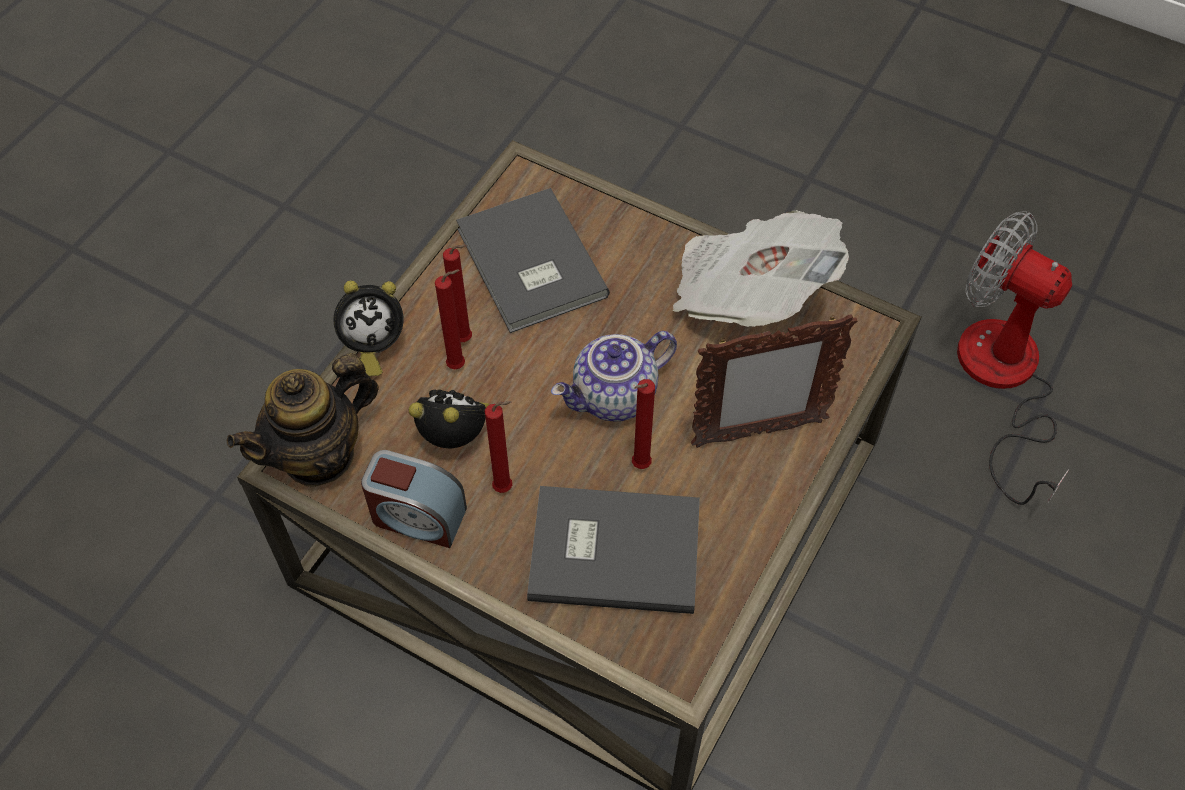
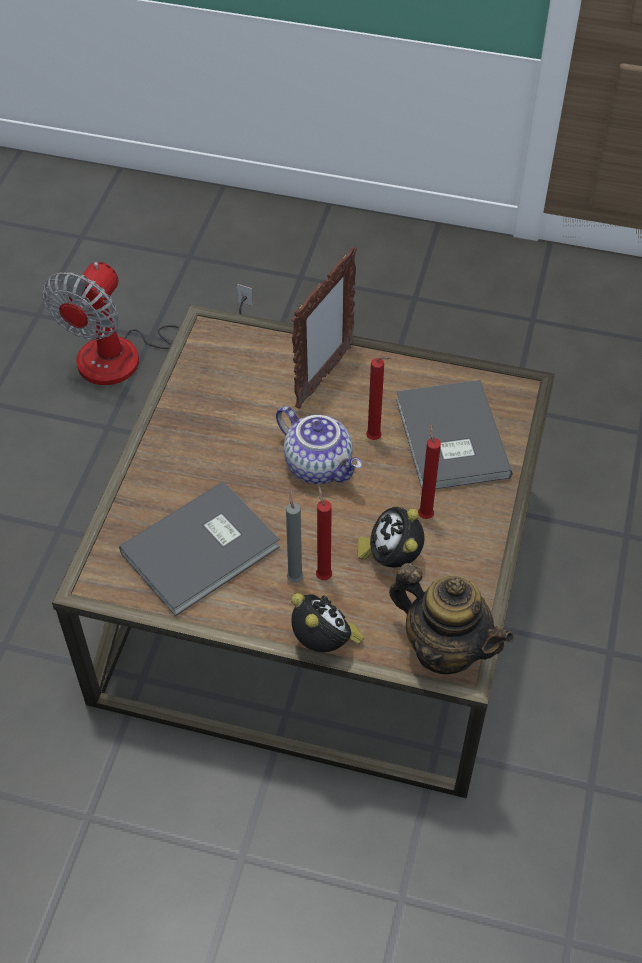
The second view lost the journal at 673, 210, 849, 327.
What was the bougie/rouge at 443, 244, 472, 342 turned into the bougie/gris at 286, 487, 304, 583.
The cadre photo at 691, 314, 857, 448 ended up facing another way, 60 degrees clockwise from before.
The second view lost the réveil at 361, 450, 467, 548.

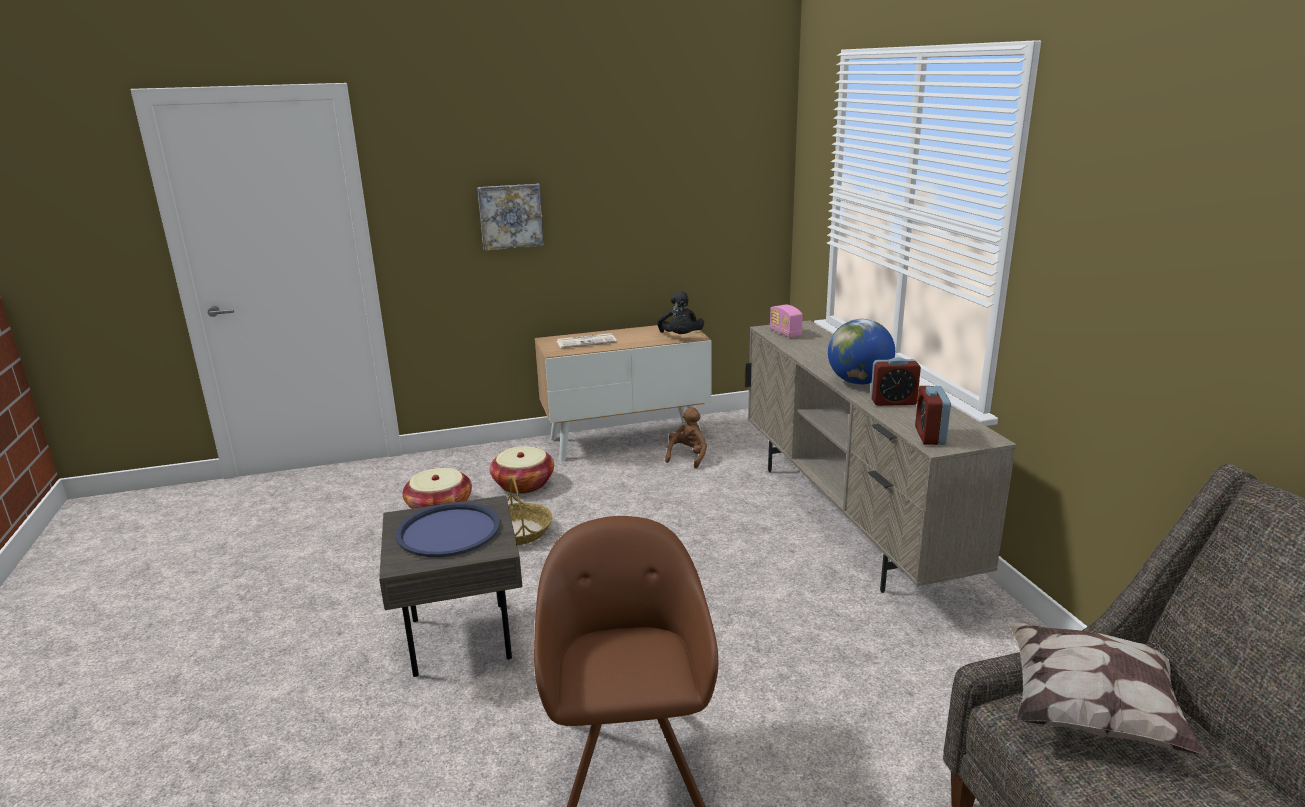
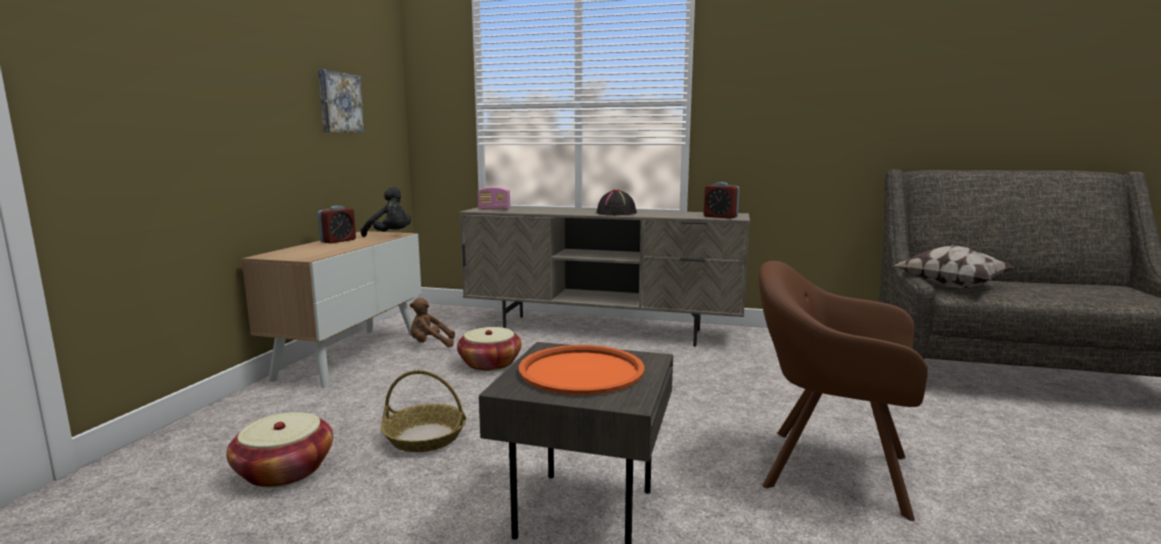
The tableau ended up elsewhere, having gone from 477, 184, 544, 251 to 318, 69, 365, 133.
Where the globe stood at 828, 319, 895, 385, the chapeau/noir came to stand at 597, 189, 637, 216.
The second view lost the journal at 556, 333, 617, 348.
The réveil ended up elsewhere, having gone from 870, 357, 921, 406 to 318, 206, 356, 244.
The peluche/marron at 665, 407, 707, 468 ended up facing another way, 60 degrees counterclockwise from before.
The panier ended up elsewhere, having gone from 490, 446, 554, 494 to 457, 327, 522, 371.
What was the plateau/bleu at 396, 502, 500, 557 turned into the plateau/orange at 519, 345, 644, 395.

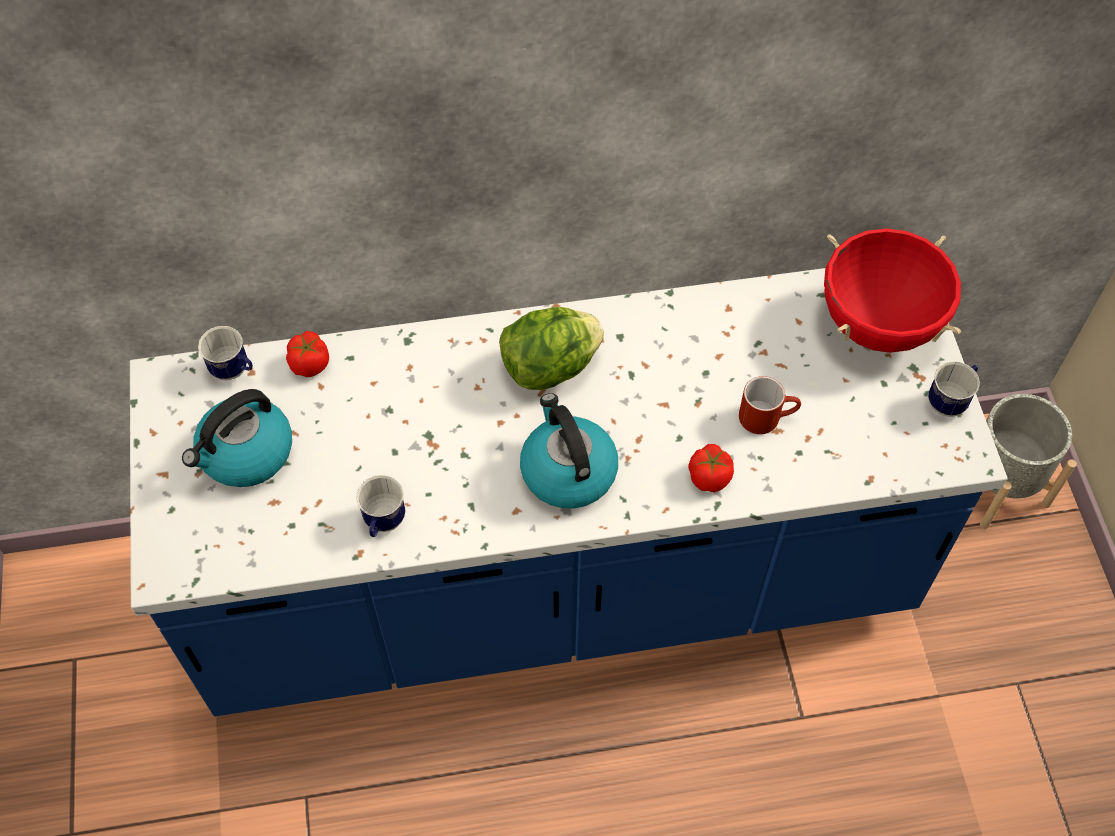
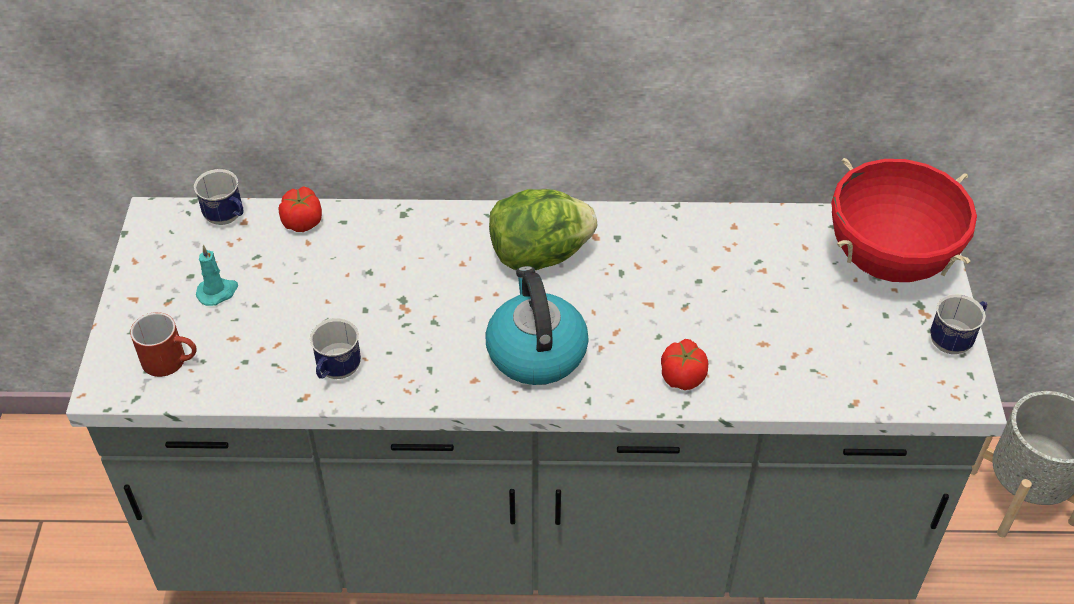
What was the comptoir de cuisine/bleu at 130, 268, 1008, 716 turned into the comptoir de cuisine/gris at 66, 197, 1007, 599.
The mug/rouge ended up elsewhere, having gone from 739, 376, 801, 434 to 130, 312, 197, 377.
Where the bouilloire stood at 182, 389, 292, 487, the bougie/turquoise came to stand at 196, 245, 238, 306.

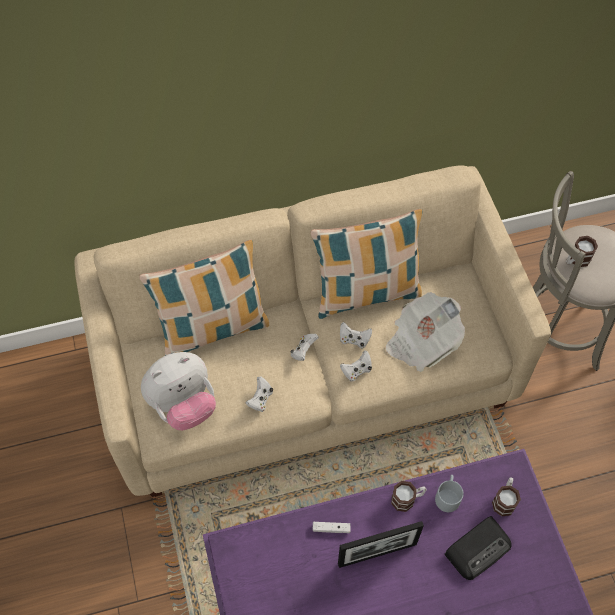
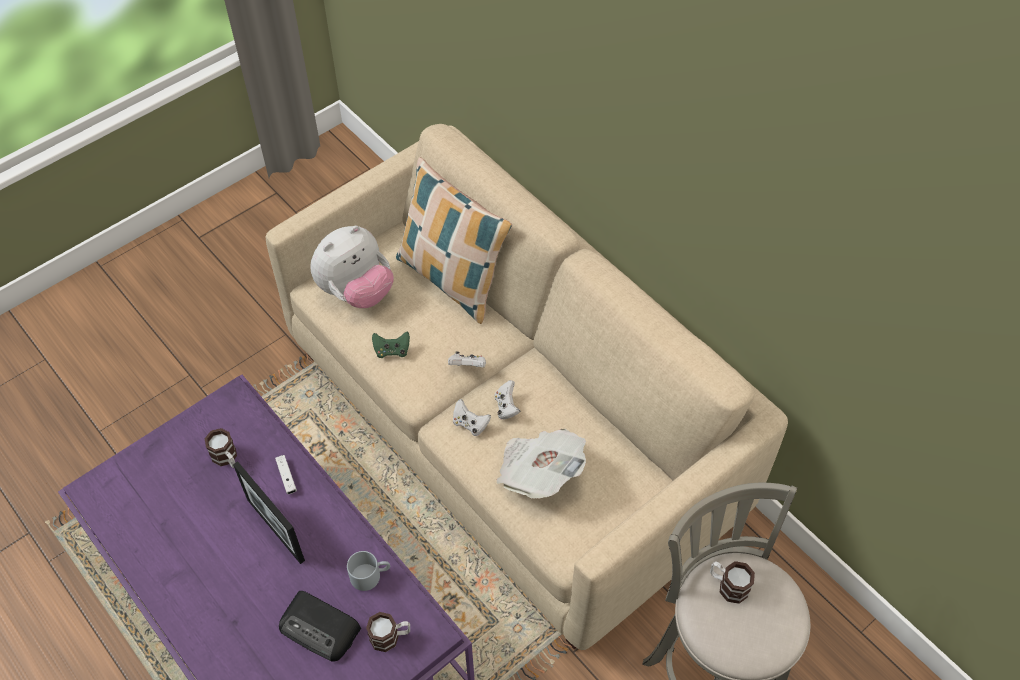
The second view lost the coussin at 311, 209, 423, 319.
The peluche at 141, 352, 216, 430 ended up facing another way, 75 degrees counterclockwise from before.
What was the manette/blanc at 245, 376, 273, 412 turned into the manette/vert at 372, 332, 410, 358.
The mug ended up elsewhere, having gone from 391, 481, 426, 512 to 205, 428, 237, 468.

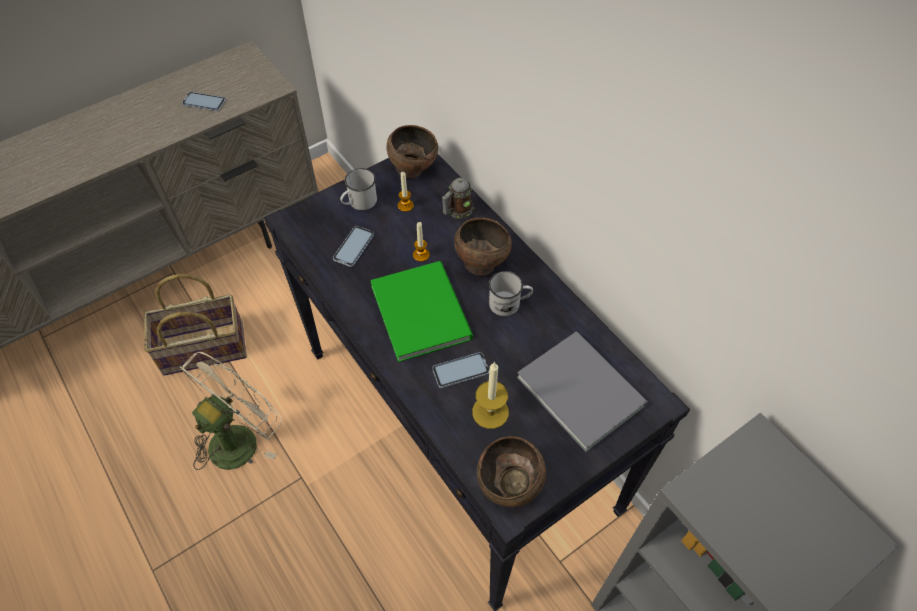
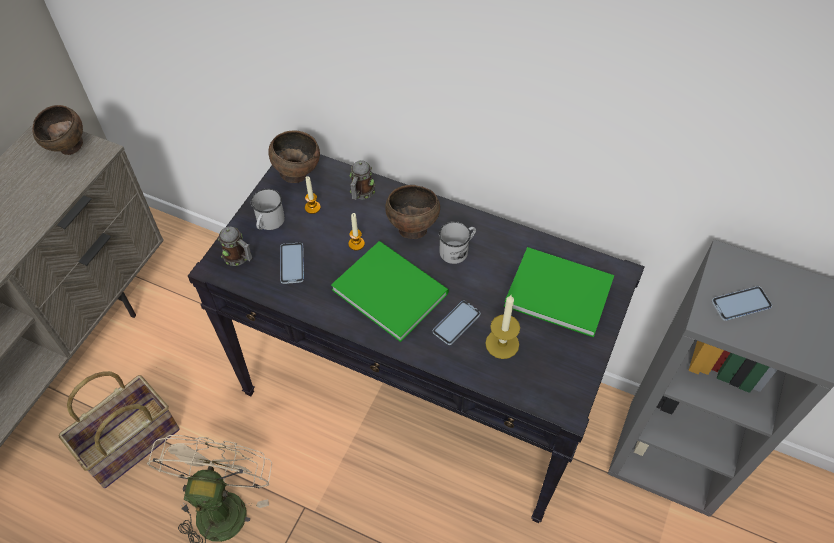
The téléphone ended up elsewhere, having gone from 182, 92, 226, 111 to 712, 286, 772, 321.
What was the livre/gris at 517, 331, 648, 452 turned into the livre/vert at 504, 247, 614, 337.
The bol/marron ended up elsewhere, having gone from 477, 436, 546, 507 to 32, 105, 83, 155.
The second view gained the mug at 218, 226, 252, 266.

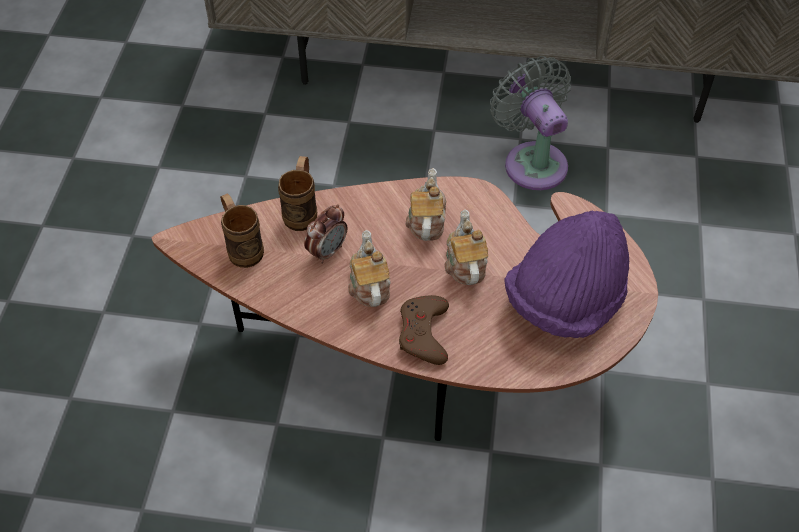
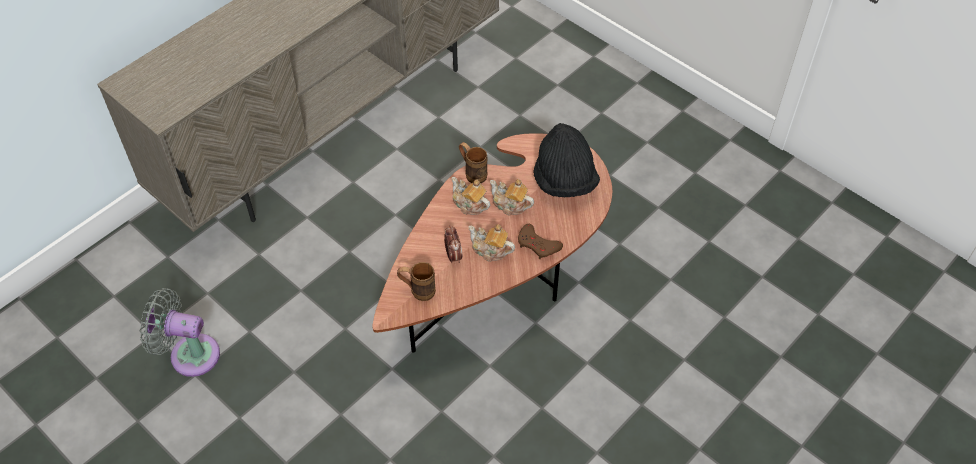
The ventilateur/gris ended up elsewhere, having gone from 490, 56, 571, 190 to 140, 288, 220, 377.
The mug/marron ended up elsewhere, having gone from 278, 156, 317, 231 to 459, 142, 487, 183.
What was the chapeau/violet at 504, 211, 629, 338 turned into the chapeau/noir at 533, 123, 600, 197.

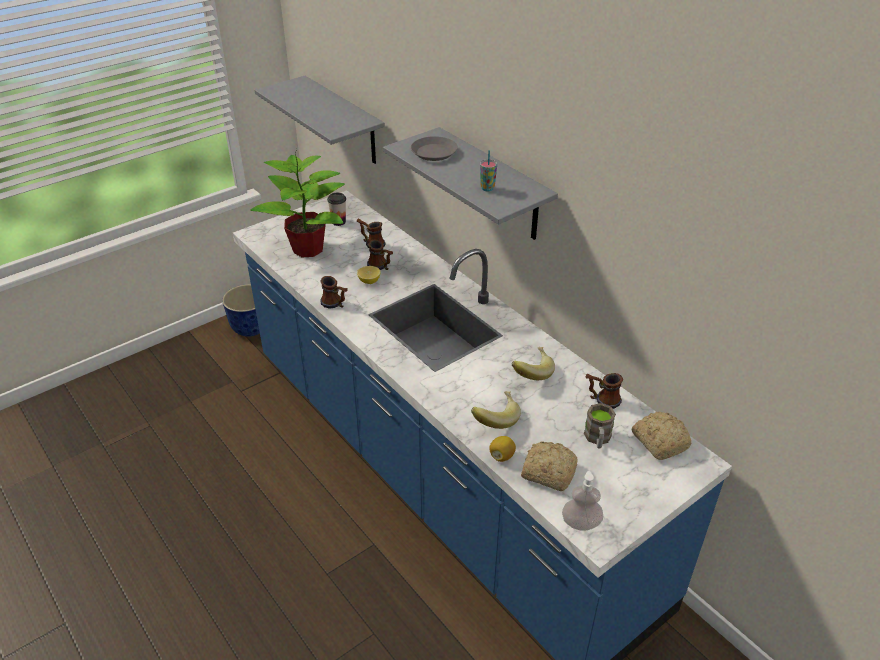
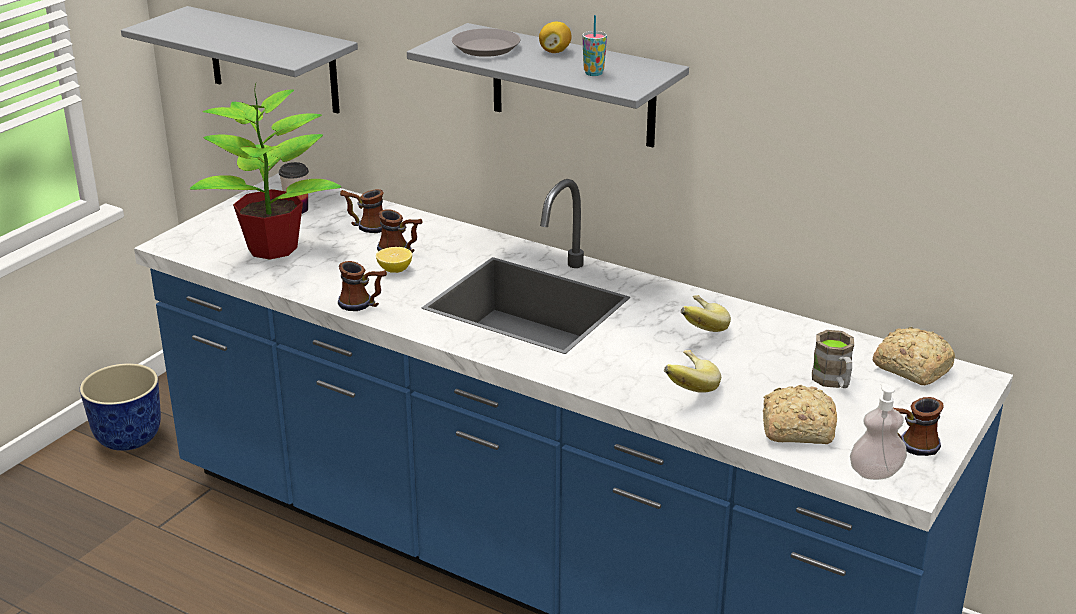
The mug ended up elsewhere, having gone from 585, 373, 623, 409 to 893, 397, 944, 456.
The citron ended up elsewhere, having gone from 489, 436, 516, 462 to 539, 22, 571, 53.

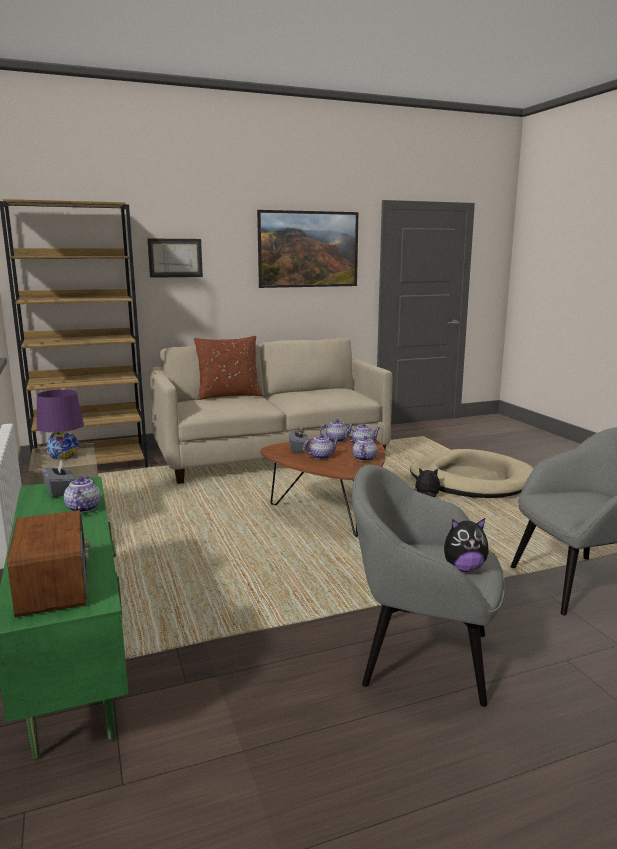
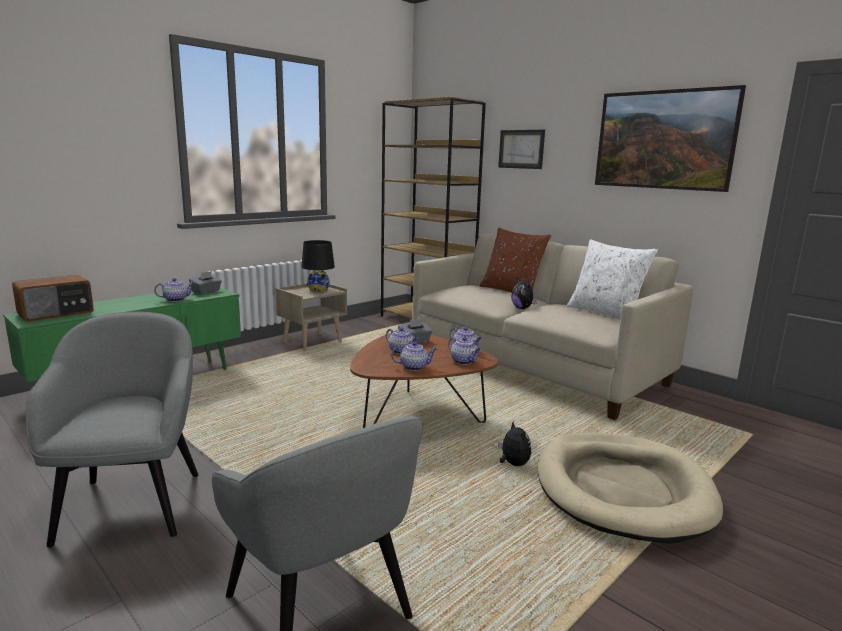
What was the lampe de table/violet at 37, 389, 84, 460 turned into the lampe de table/noir at 301, 240, 335, 292.
The peluche ended up elsewhere, having gone from 444, 518, 489, 572 to 511, 278, 537, 309.
The second view gained the coussin/blanc at 567, 239, 658, 320.

